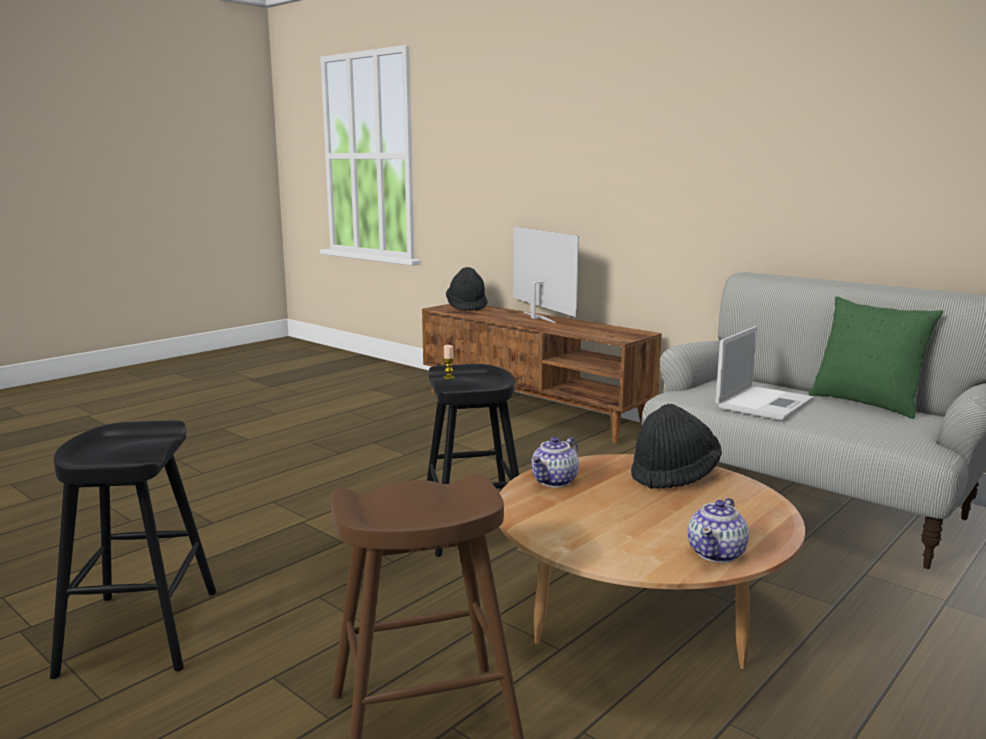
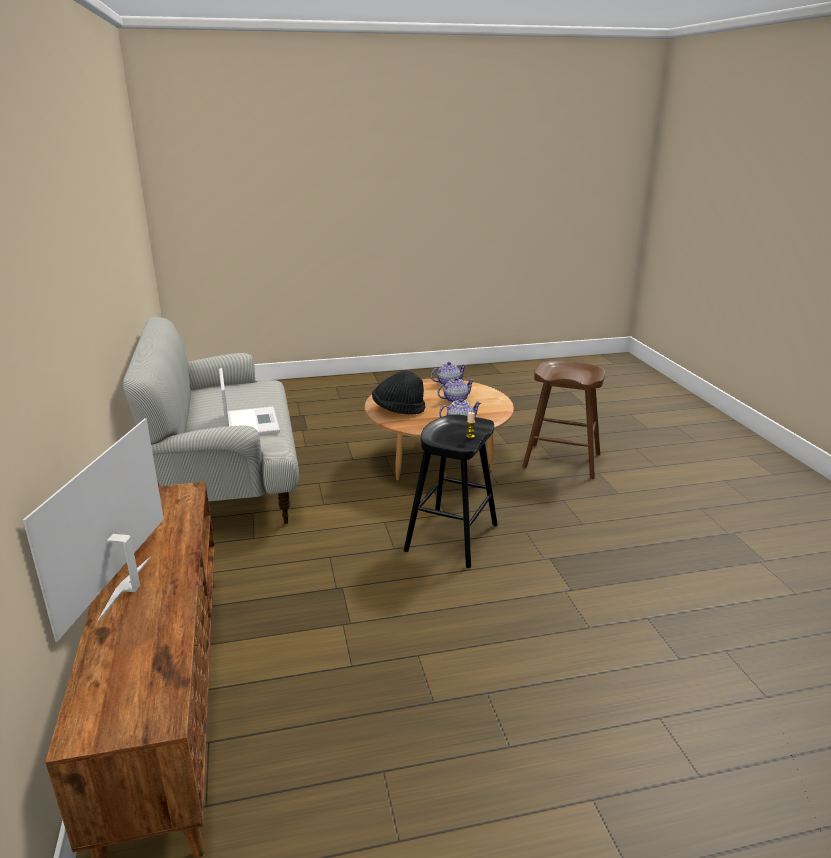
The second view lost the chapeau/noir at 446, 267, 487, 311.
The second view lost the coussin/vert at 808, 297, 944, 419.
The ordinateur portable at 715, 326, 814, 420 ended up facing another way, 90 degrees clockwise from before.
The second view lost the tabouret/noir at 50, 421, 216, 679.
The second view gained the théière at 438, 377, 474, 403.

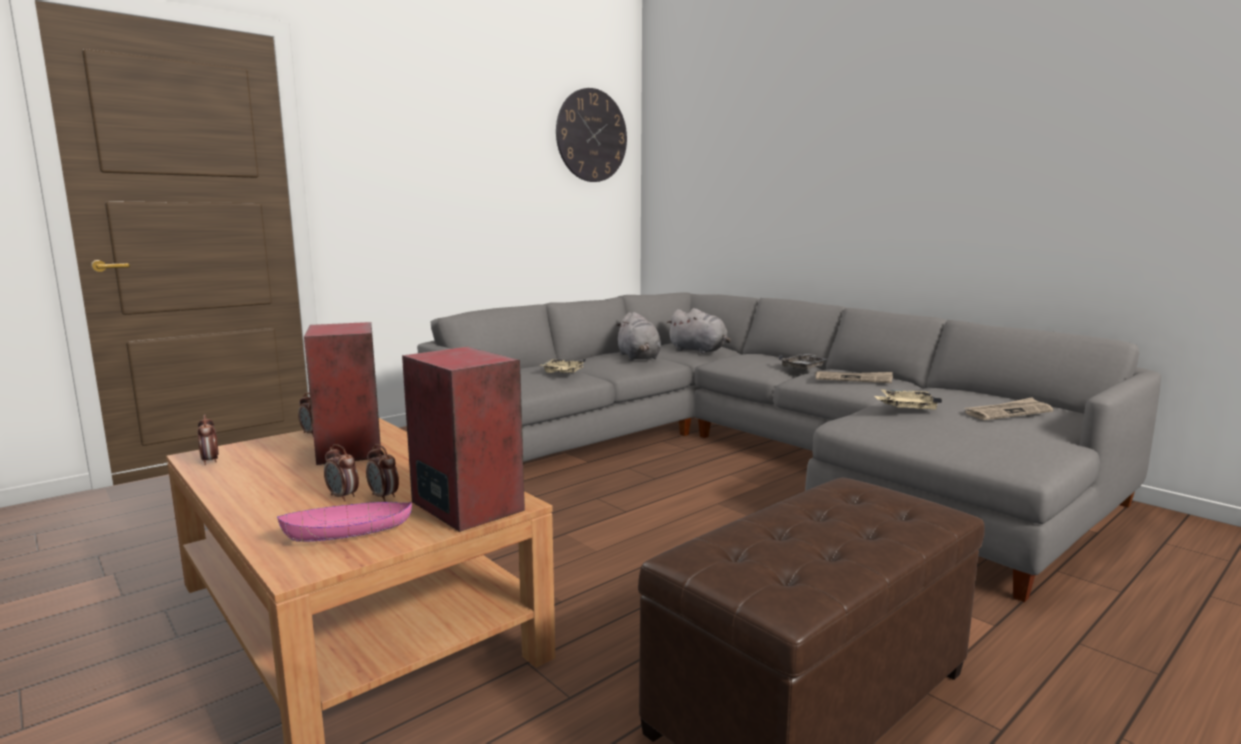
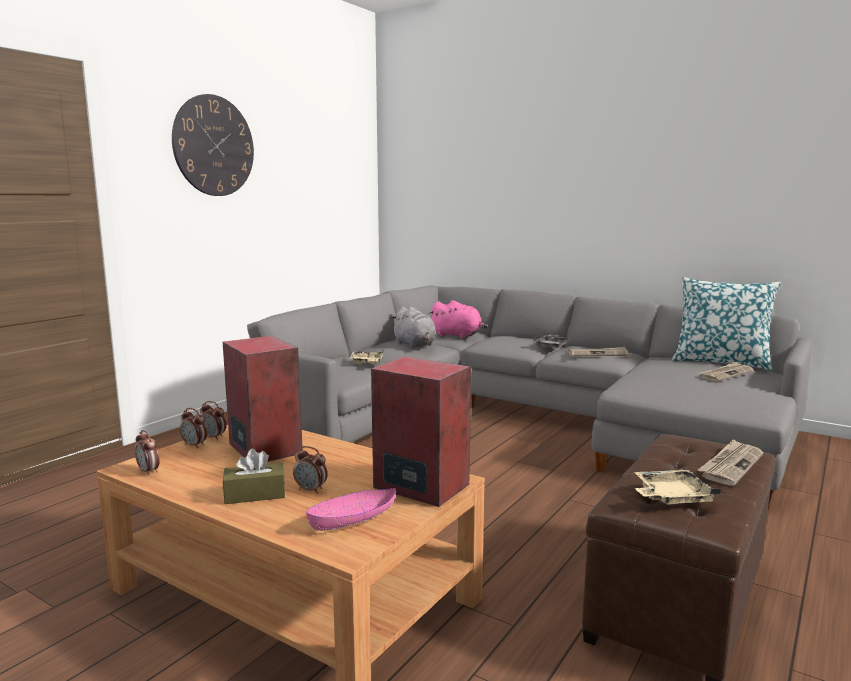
The horloge murale ended up elsewhere, having gone from 556, 88, 627, 182 to 172, 94, 254, 196.
What was the peluche/gris at 666, 308, 731, 354 turned into the peluche/rose at 429, 300, 488, 338.
The plateau/beige ended up elsewhere, having gone from 874, 389, 942, 409 to 634, 470, 721, 505.
The réveil ended up elsewhere, having gone from 366, 444, 399, 502 to 180, 408, 207, 449.
The second view gained the coussin at 672, 277, 781, 371.
The second view gained the journal at 697, 439, 763, 486.
The second view gained the boîte à mouchoirs/marron at 223, 449, 285, 504.

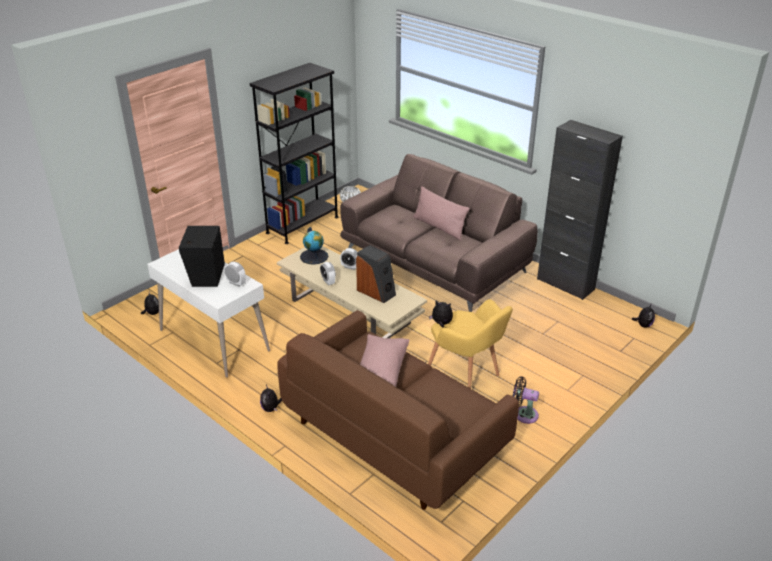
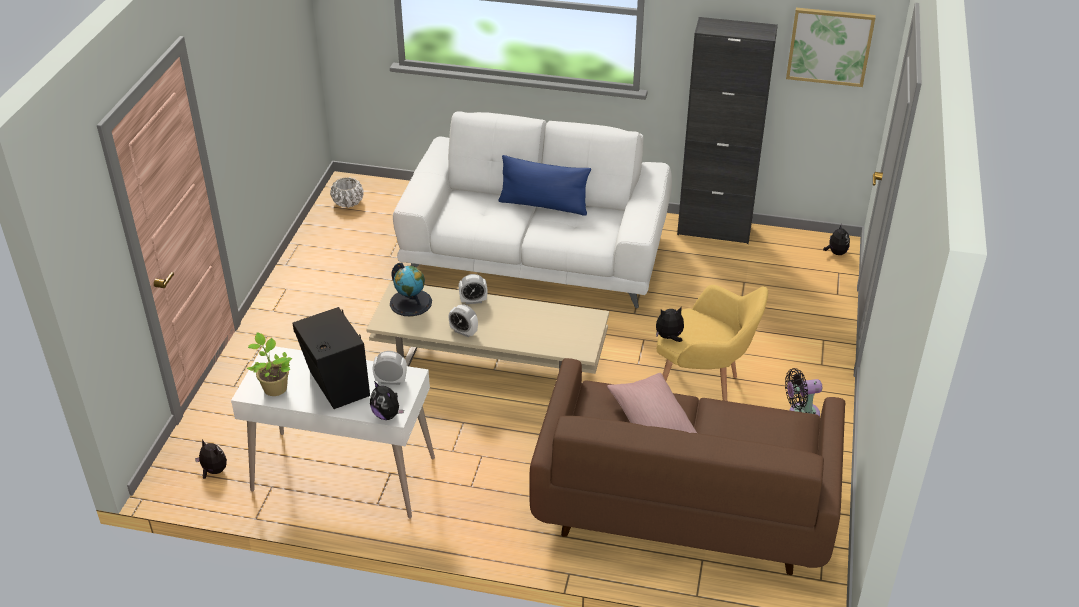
The second view lost the bibliothèque/noir at 250, 63, 339, 244.
What was the canapé/marron at 340, 154, 538, 312 turned into the canapé/blanc at 393, 111, 672, 308.
What was the coussin/rose at 413, 186, 470, 240 turned into the coussin/bleu at 499, 155, 591, 216.
The second view lost the enceinte at 356, 245, 396, 303.
The peluche ended up elsewhere, having gone from 260, 385, 282, 412 to 370, 381, 404, 420.
The second view gained the tableau at 786, 8, 876, 87.
The second view gained the plante en pot at 247, 332, 292, 396.

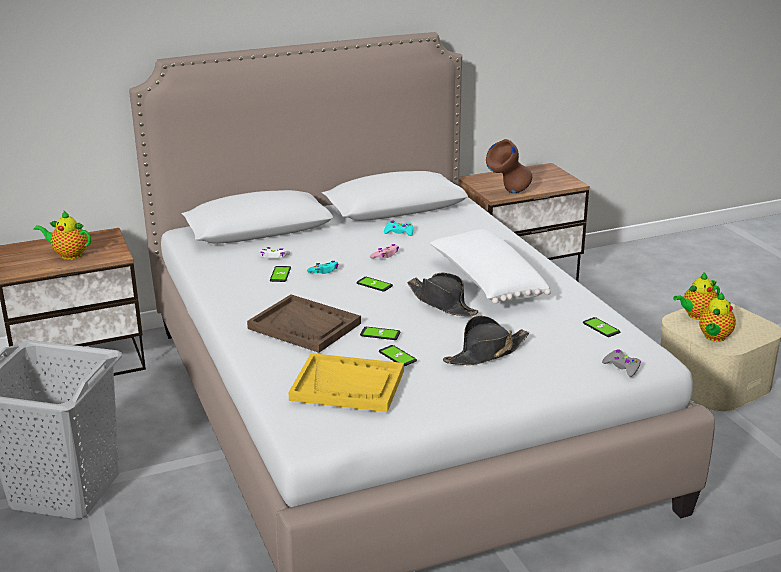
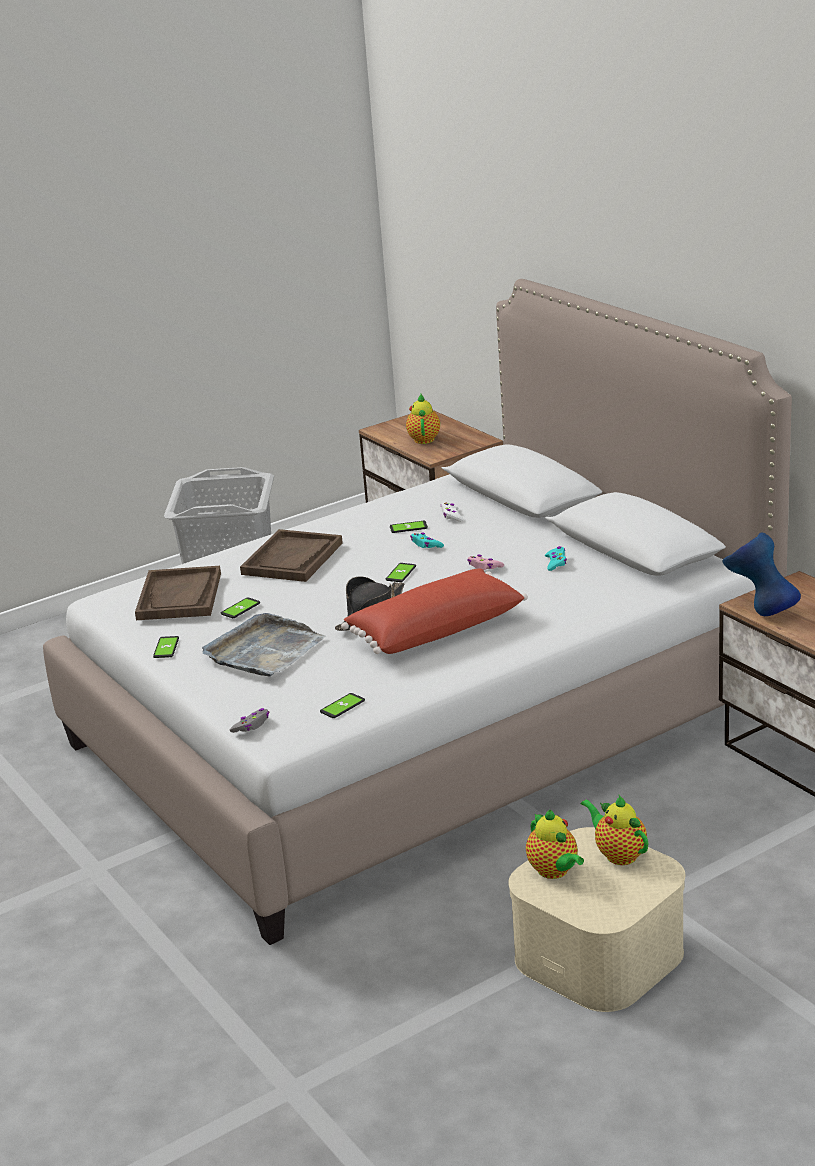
What was the vase/marron at 486, 139, 532, 193 turned into the vase/bleu at 723, 533, 801, 616.
What was the coussin/blanc at 430, 229, 551, 304 turned into the coussin/rouge at 341, 569, 528, 654.
The théière at 699, 293, 736, 342 ended up facing another way, 135 degrees counterclockwise from before.
Where the chapeau/noir stood at 443, 316, 529, 365, the plateau/gris came to stand at 202, 613, 325, 677.
The téléphone ended up elsewhere, having gone from 360, 327, 401, 340 to 153, 636, 179, 658.
What was the plateau/jaune at 288, 353, 404, 412 turned into the plateau/marron at 135, 566, 221, 620.

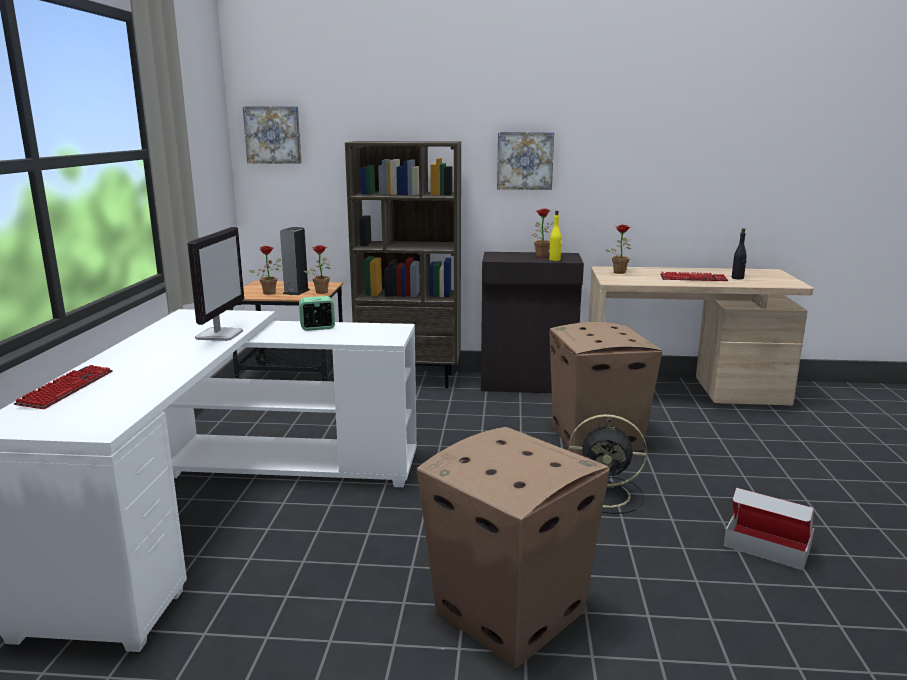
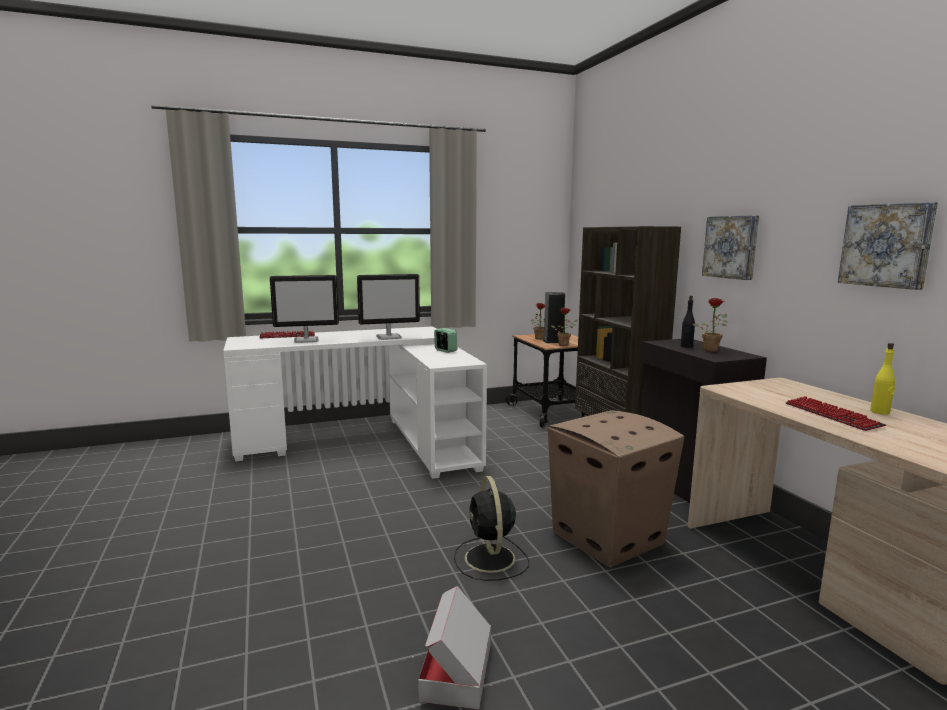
The tableau ended up elsewhere, having gone from 243, 106, 302, 164 to 838, 202, 938, 290.
The bouteille/jaune ended up elsewhere, having gone from 549, 211, 562, 261 to 870, 343, 895, 415.
The second view lost the plante en pot at 605, 225, 631, 274.
The bouteille/noir ended up elsewhere, having gone from 732, 228, 747, 279 to 681, 296, 695, 348.
The second view lost the carton at 417, 427, 610, 668.
The second view gained the écran d'ordinateur at 270, 275, 339, 343.

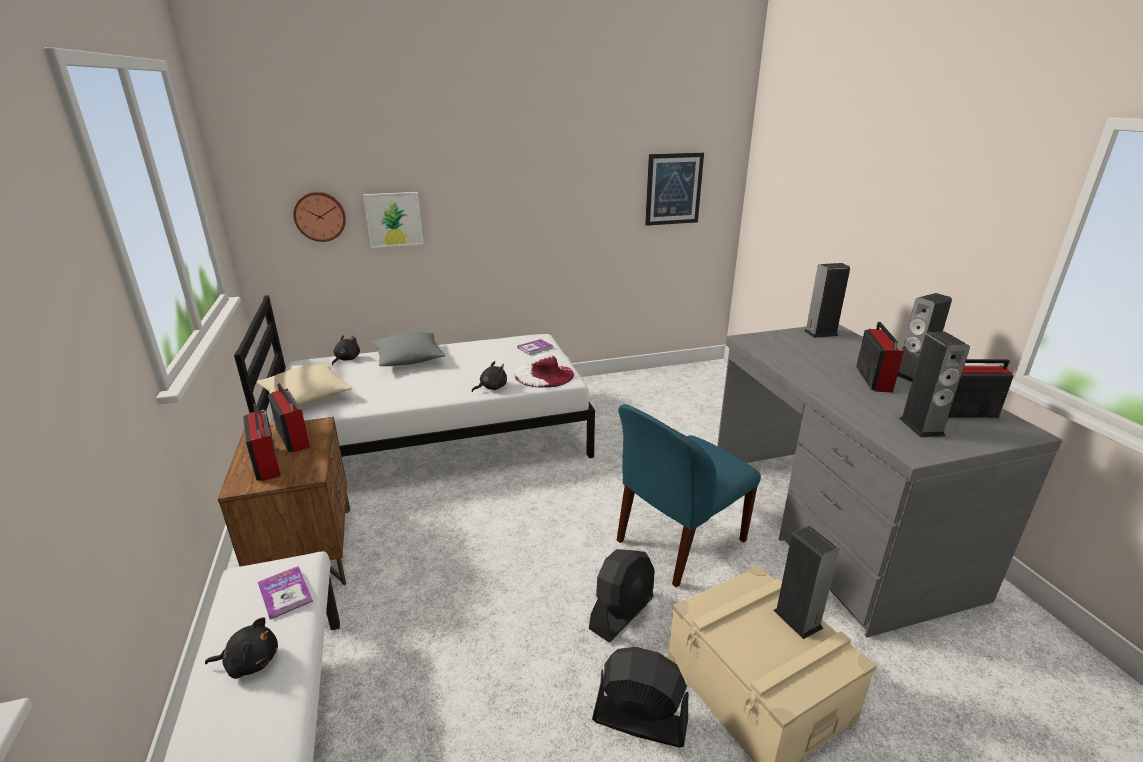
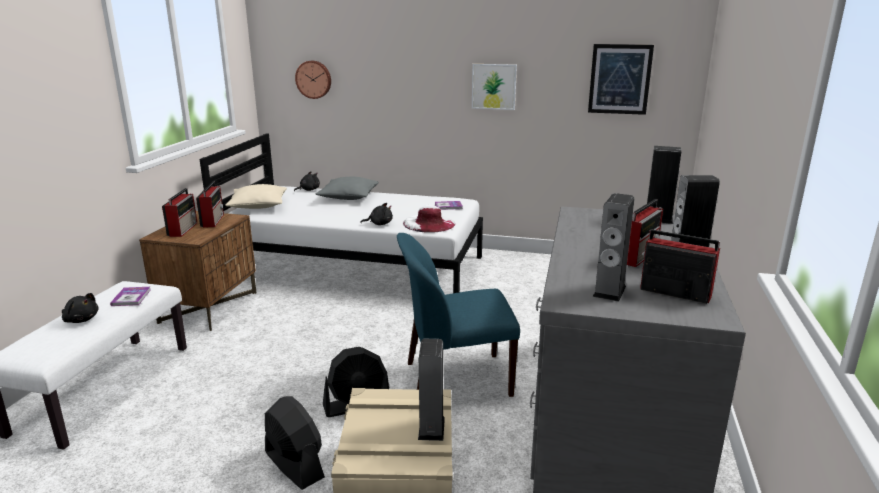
The tableau ended up elsewhere, having gone from 363, 192, 424, 248 to 472, 64, 517, 110.

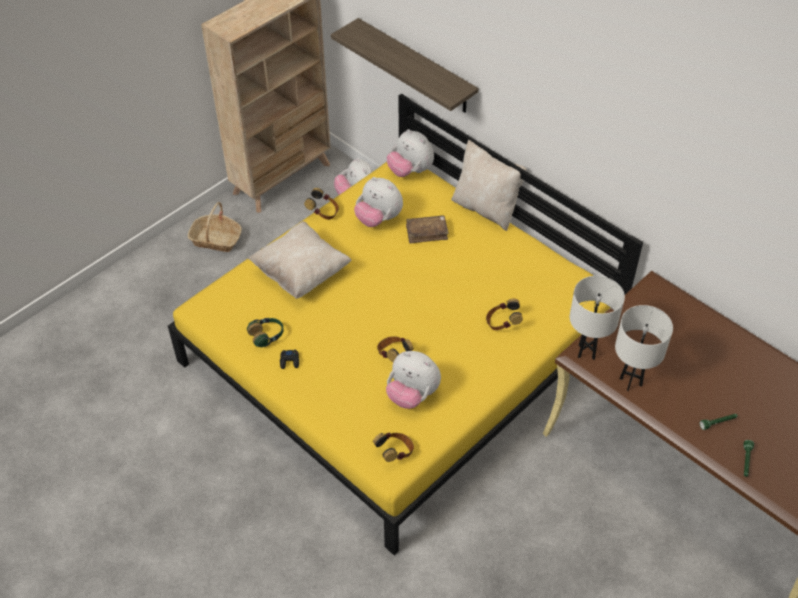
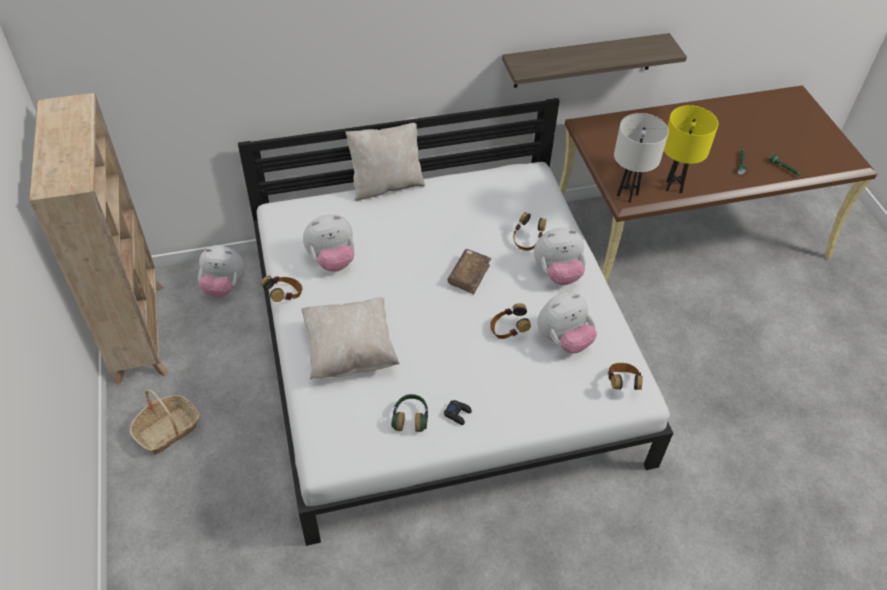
The étagère ended up elsewhere, having gone from 331, 18, 479, 113 to 502, 33, 687, 88.
What was the lit/jaune at 168, 94, 643, 555 turned into the lit/blanc at 238, 98, 673, 546.
The peluche ended up elsewhere, having gone from 387, 129, 434, 177 to 534, 227, 585, 285.
The livre/marron ended up elsewhere, having gone from 406, 215, 449, 244 to 448, 249, 491, 294.
What was the lampe de table/blanc at 615, 305, 673, 391 turned into the lampe de table/jaune at 664, 105, 718, 193.

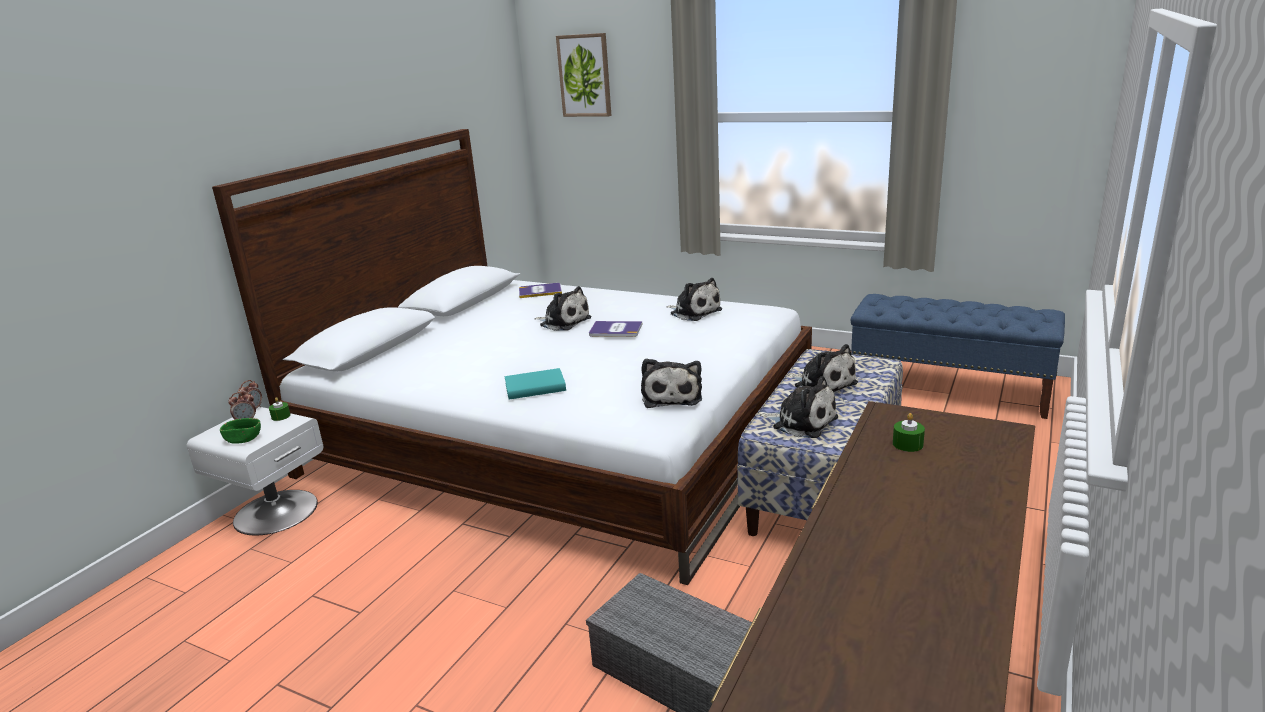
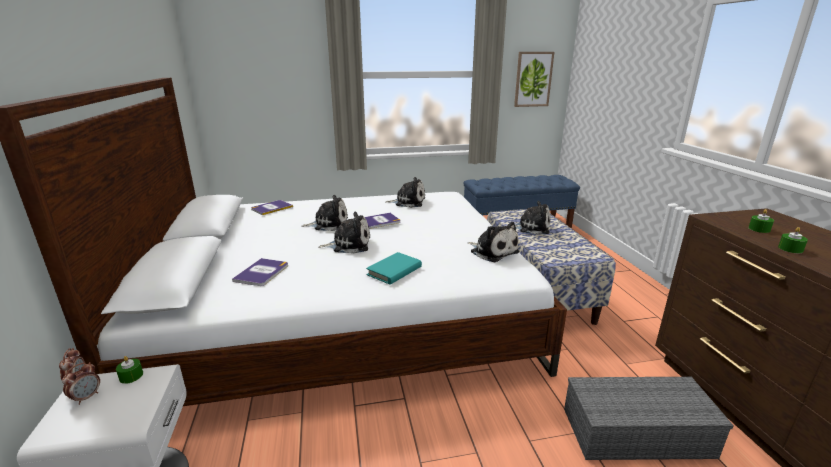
The tableau ended up elsewhere, having gone from 556, 33, 611, 117 to 514, 52, 554, 107.
The peluche ended up elsewhere, having gone from 759, 376, 838, 438 to 319, 212, 370, 254.
The second view lost the bol/vert at 220, 418, 261, 444.
The second view gained the bougie/vert at 778, 227, 808, 253.
The second view gained the livre at 232, 258, 288, 286.

